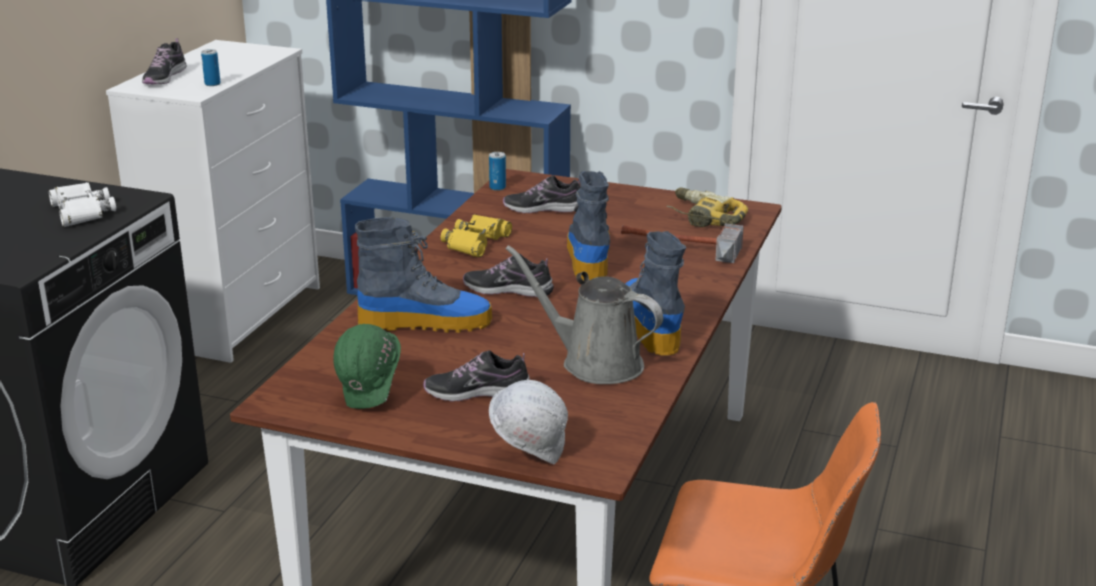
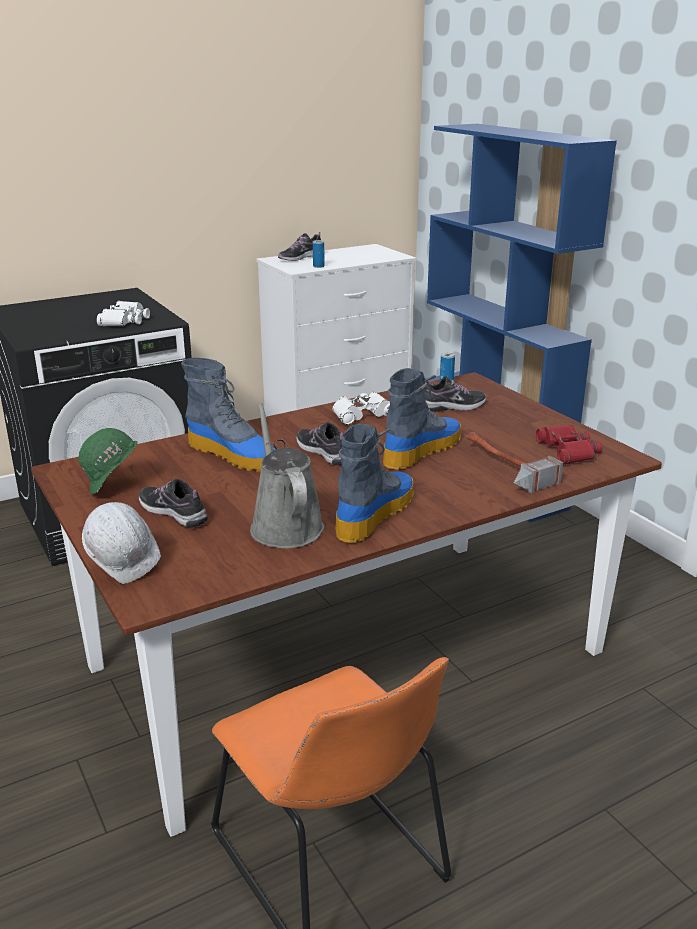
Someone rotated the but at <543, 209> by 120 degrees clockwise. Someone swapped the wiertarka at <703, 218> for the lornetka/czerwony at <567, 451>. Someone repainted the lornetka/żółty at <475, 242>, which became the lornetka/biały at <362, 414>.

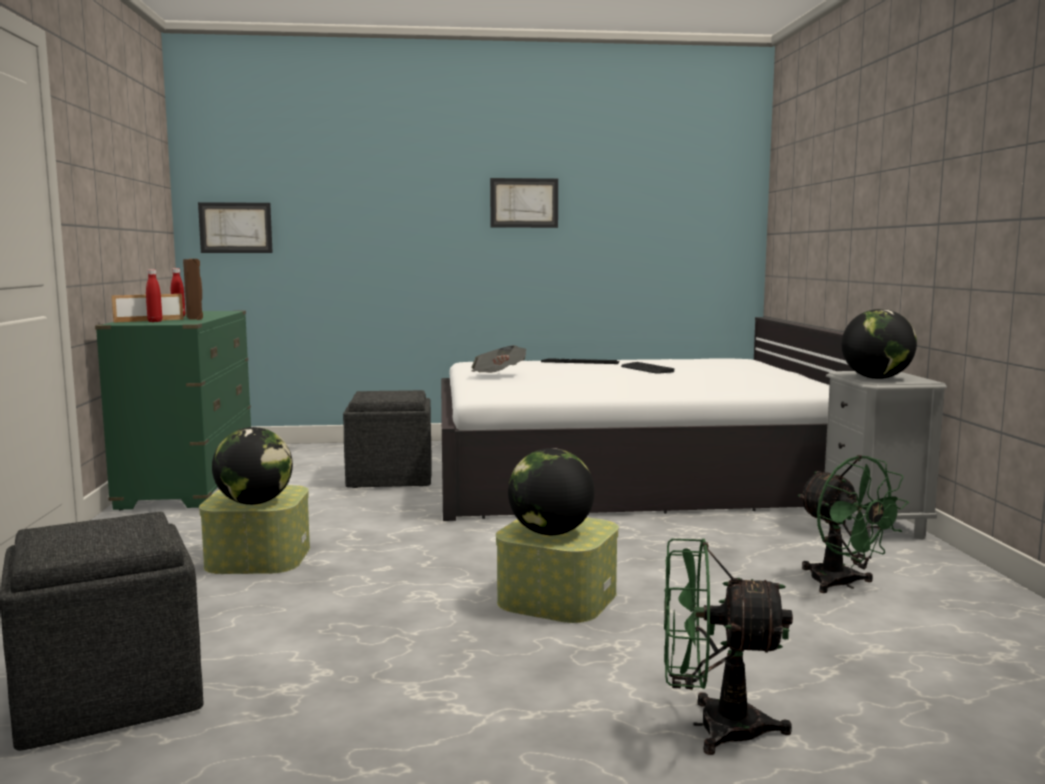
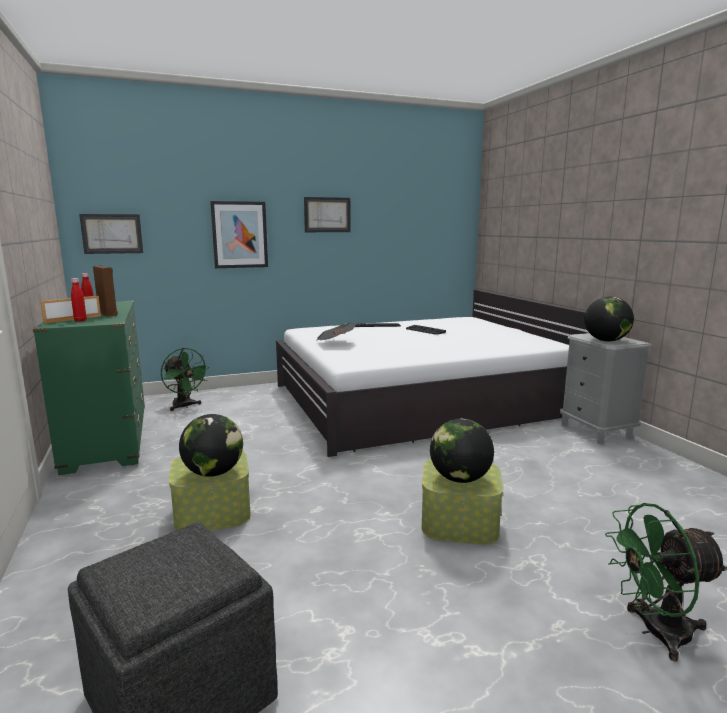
Someone took away the pufa/szary at <391, 478>. Someone carried the wentylator/zielony from <842, 584> to <185, 406>. Someone put up the obraz at <239, 234>.

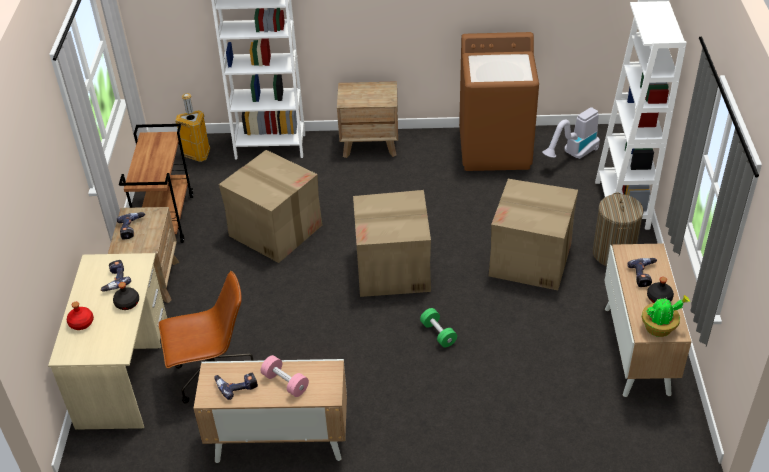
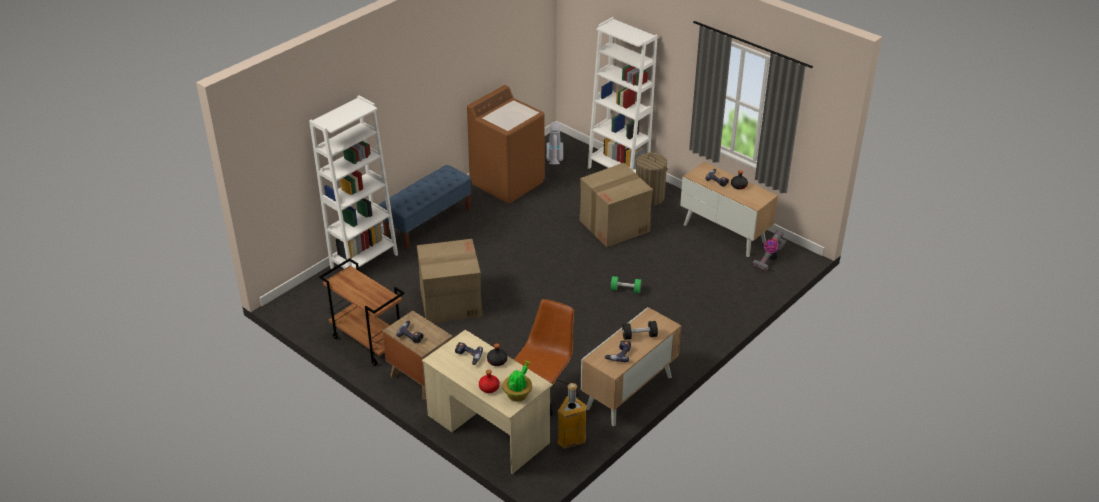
Someone swapped the szafka nocna/brązowy at <370, 144> for the ławka/niebieski at <428, 222>. Someone carried the kosz na śmieci from <197, 154> to <570, 440>. Someone took away the karton at <393, 269>. Someone carried the roślina doniczkowa from <659, 328> to <518, 394>. Someone repainted the hantel/różowy at <285, 383>, which became the hantel/czarny at <639, 336>. Someone put down the odkurzacz at <769, 259>.

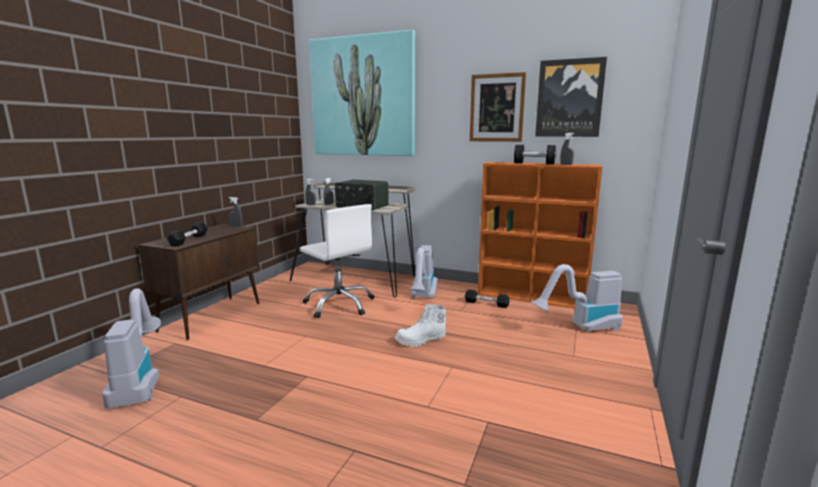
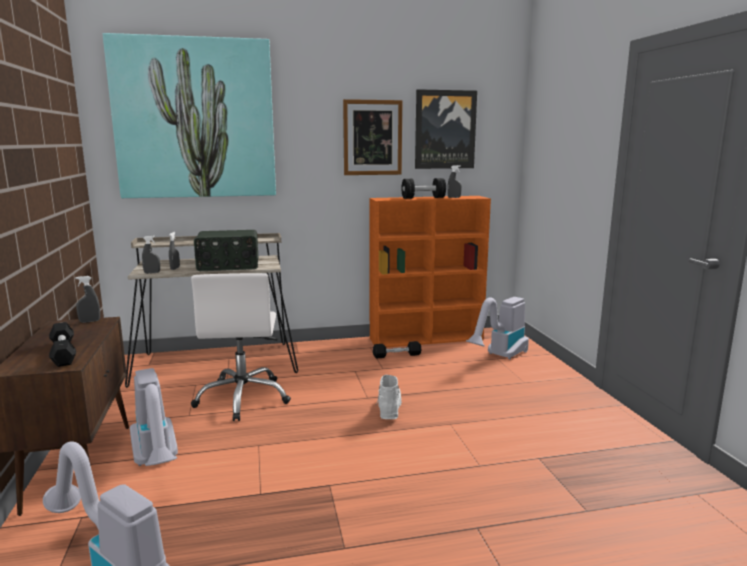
Someone rotated the krzesło biurowe/biały at <339, 304> by 75 degrees clockwise. Someone carried the odkurzacz from <423, 298> to <157, 462>. Someone rotated the but z cholewką/biały at <421, 340> by 150 degrees clockwise.

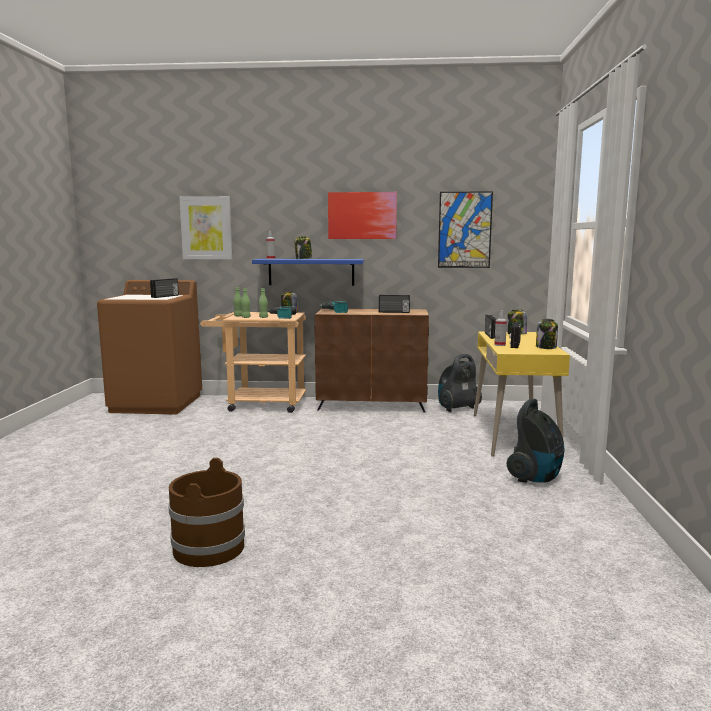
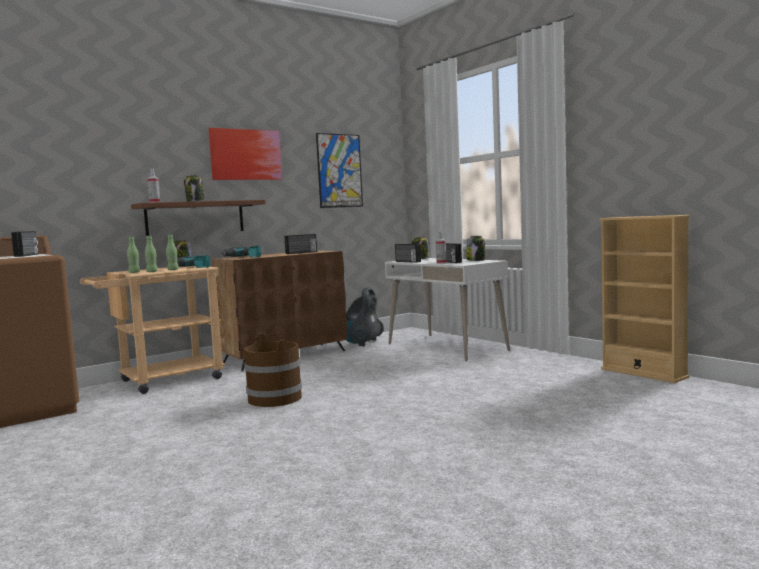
Someone took away the obraz at <206, 228>. Someone repainted the półka/niebieski at <311, 272>, which became the półka/brązowy at <195, 218>. Someone repainted the biurko/żółty at <514, 435>, which became the biurko/biały at <447, 347>. Someone took away the odkurzacz at <536, 477>. Someone carried the wiadro/brązowy from <209, 548> to <275, 398>. Someone put down the regał/beżowy at <643, 373>.

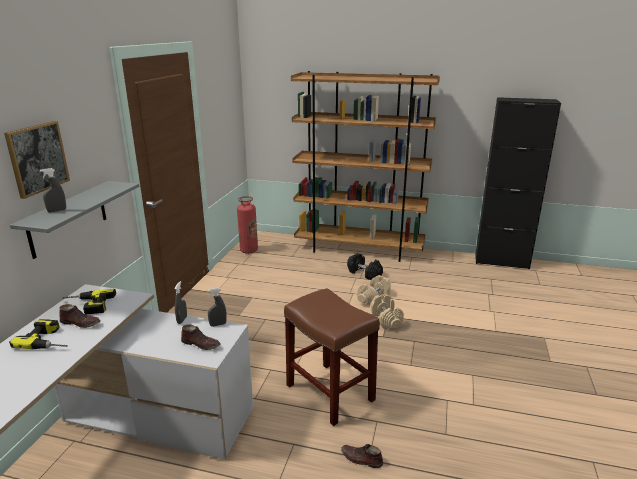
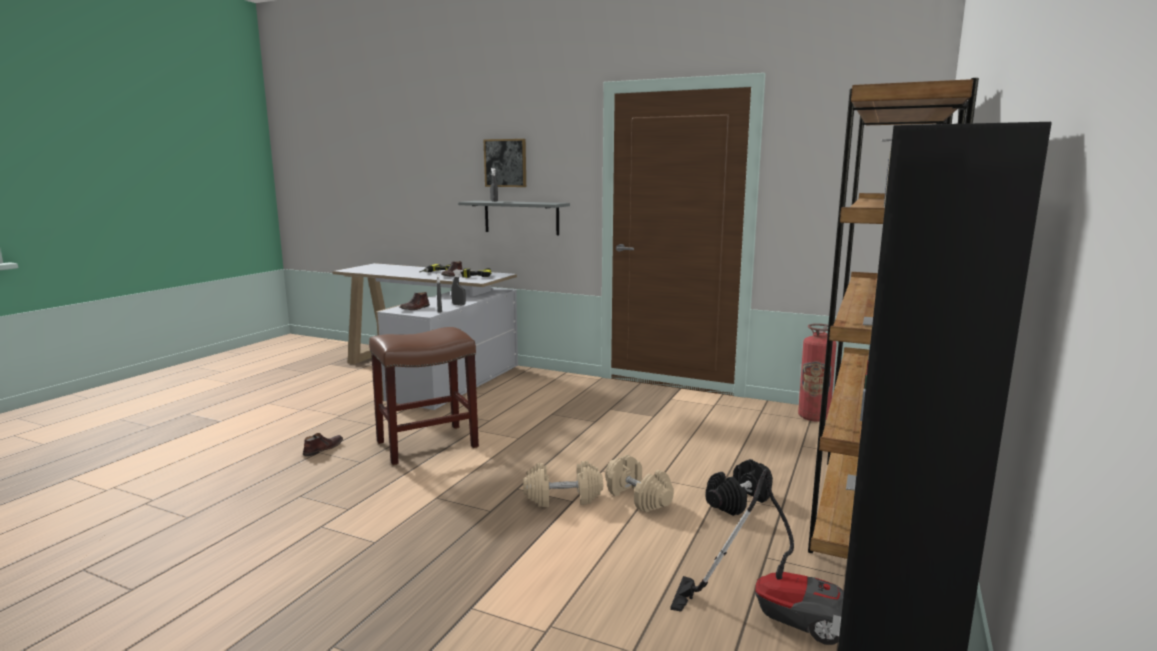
Someone put down the odkurzacz at <774, 611>.

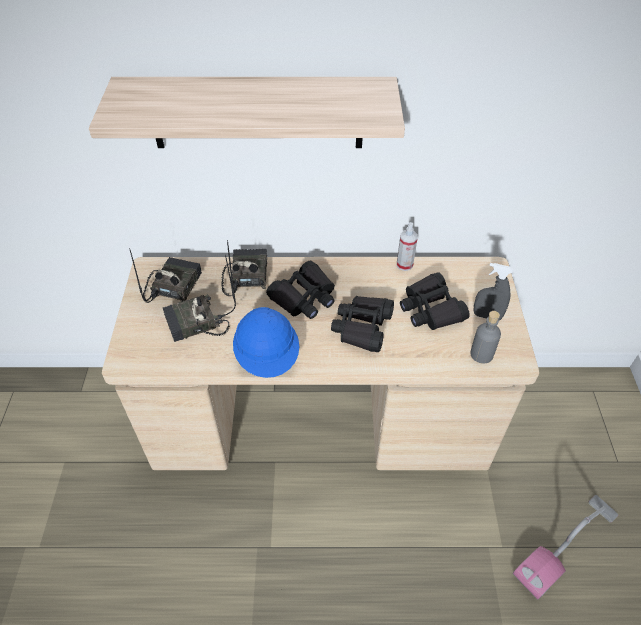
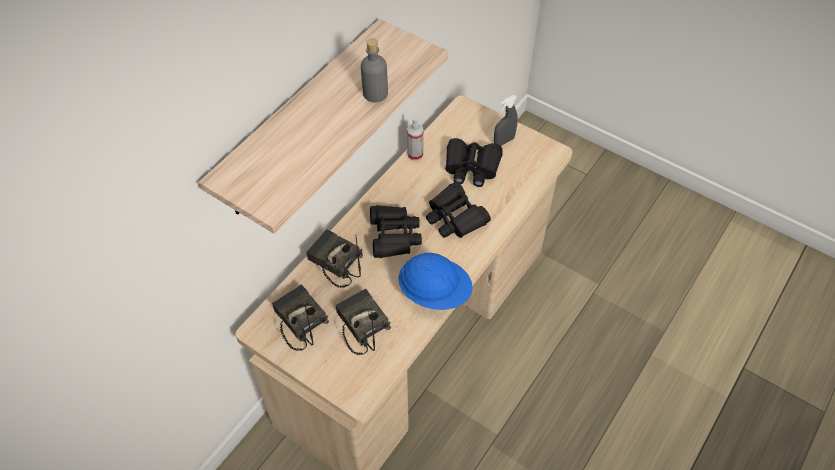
Someone rotated the radio at <196, 325> by 135 degrees clockwise. Someone carried the butelka/szary from <481, 354> to <375, 93>. Someone took away the odkurzacz at <566, 545>.

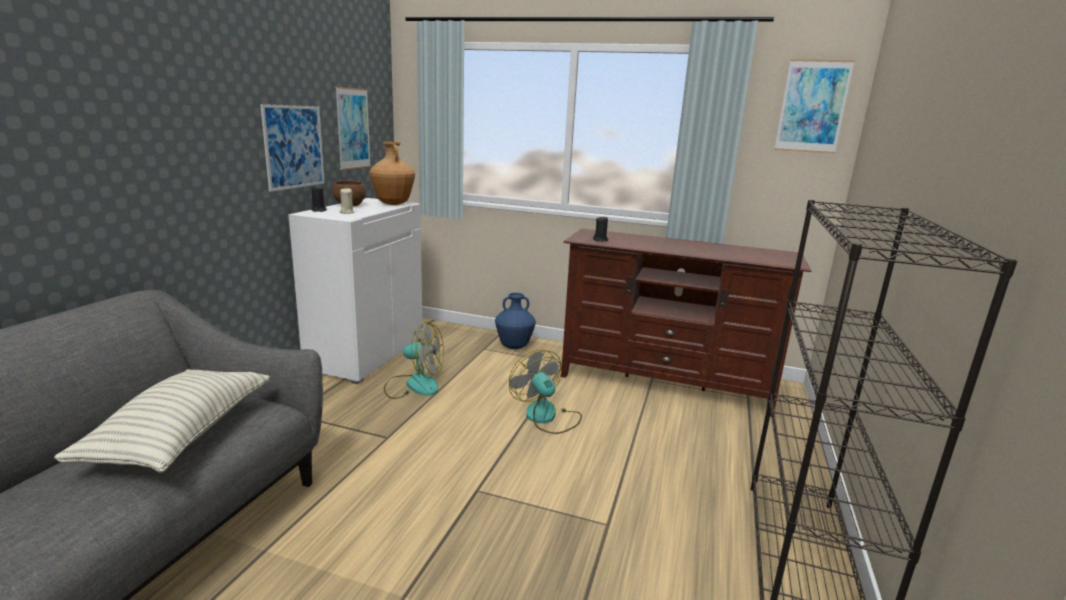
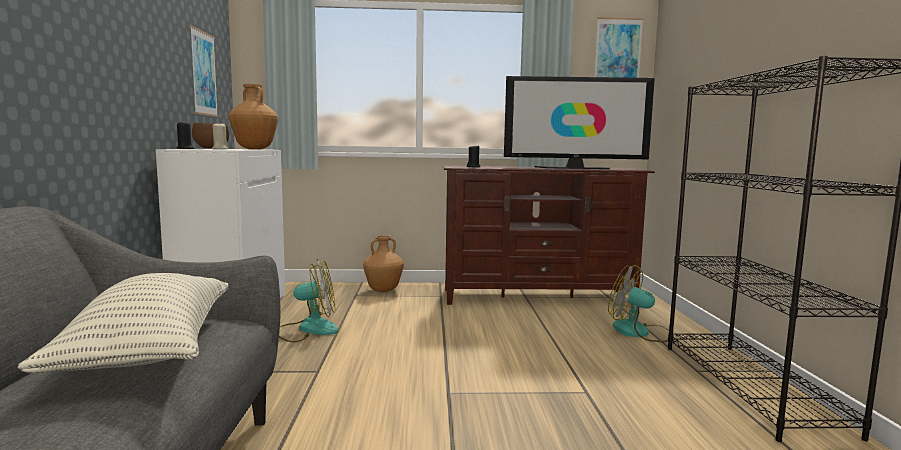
Someone took away the obraz at <294, 147>. Someone repainted the wazon/niebieski at <514, 346>, which became the wazon/brązowy at <383, 290>. Someone carried the wentylator from <546, 417> to <639, 332>. Someone put down the telewizor at <574, 168>.

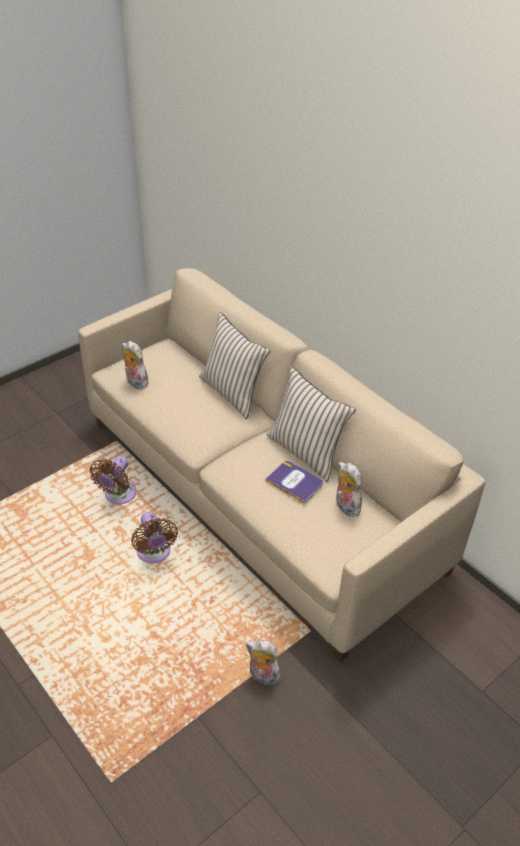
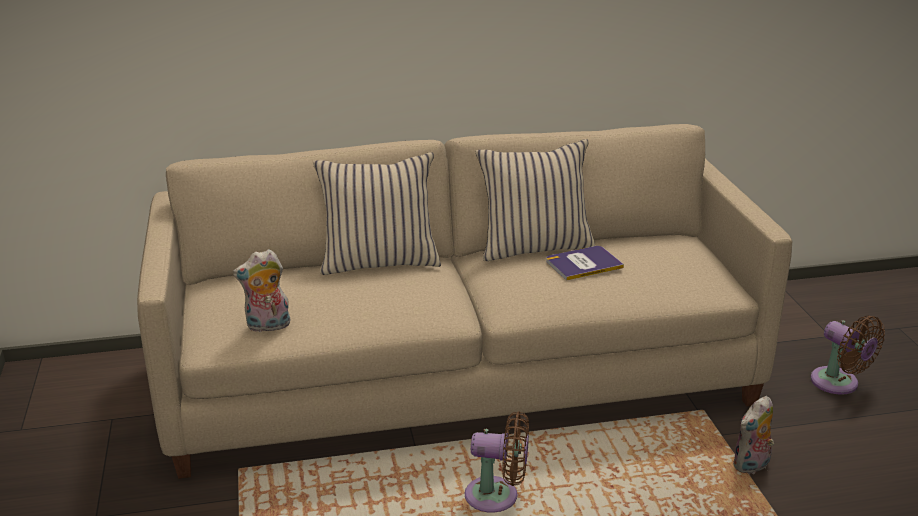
Someone carried the wentylator/brązowy from <118, 496> to <838, 384>. Someone took away the pluszak at <345, 506>.

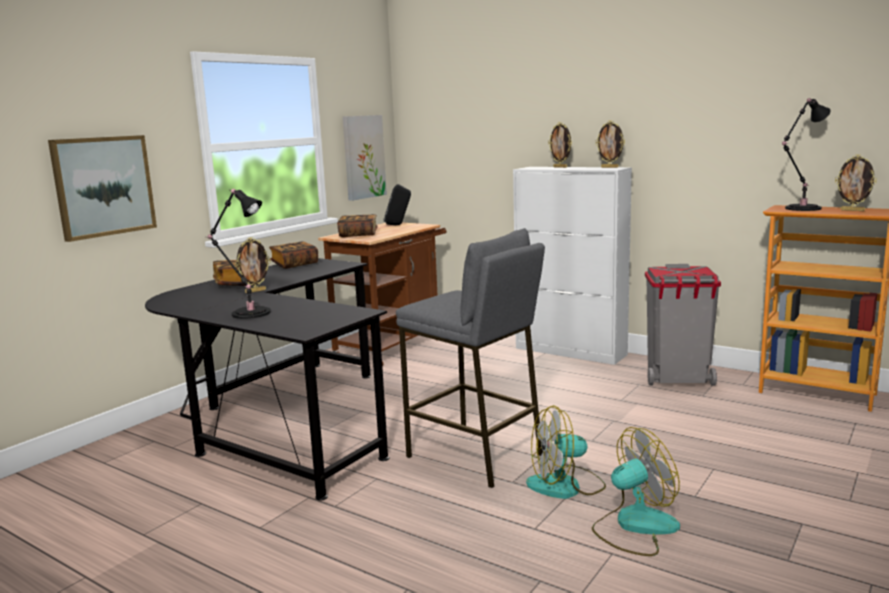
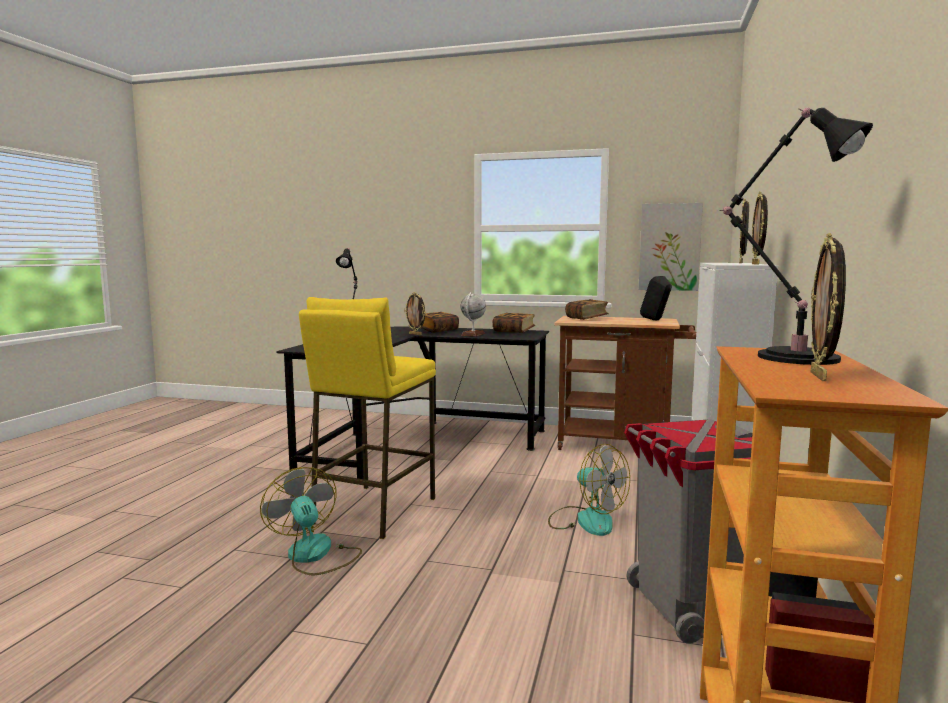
Someone took away the obraz at <103, 186>. Someone repainted the stołek/szary at <475, 456>, which became the stołek/żółty at <373, 511>. Someone carried the wentylator from <634, 526> to <586, 520>. Someone put down the globus at <473, 334>.

